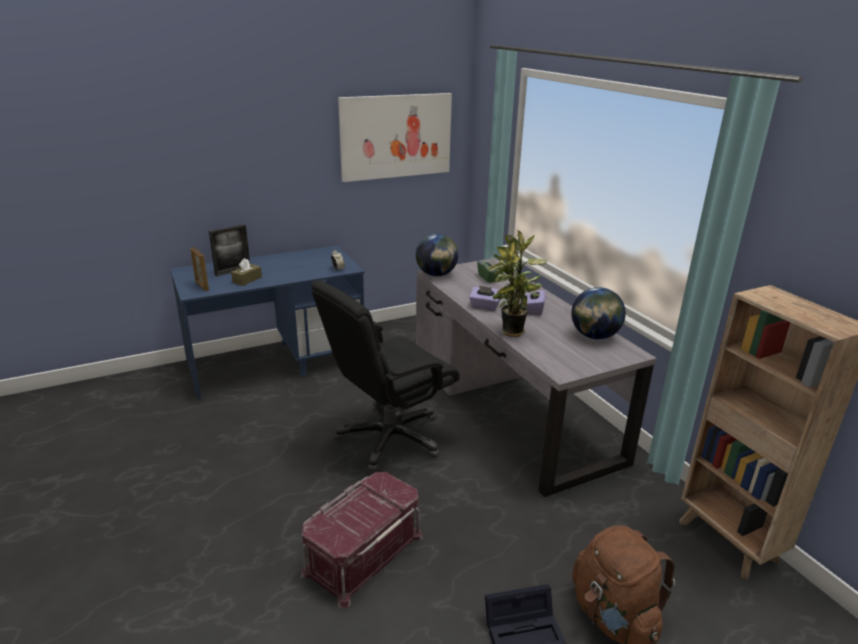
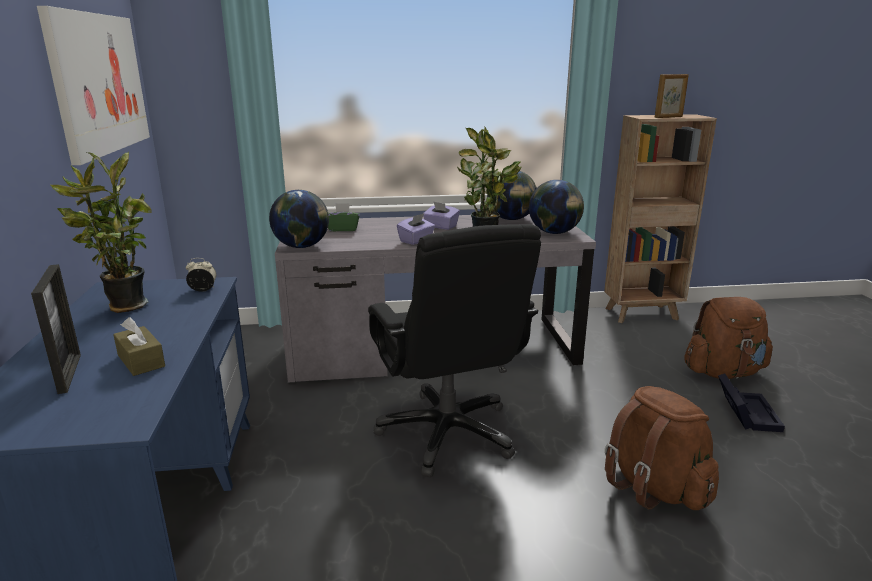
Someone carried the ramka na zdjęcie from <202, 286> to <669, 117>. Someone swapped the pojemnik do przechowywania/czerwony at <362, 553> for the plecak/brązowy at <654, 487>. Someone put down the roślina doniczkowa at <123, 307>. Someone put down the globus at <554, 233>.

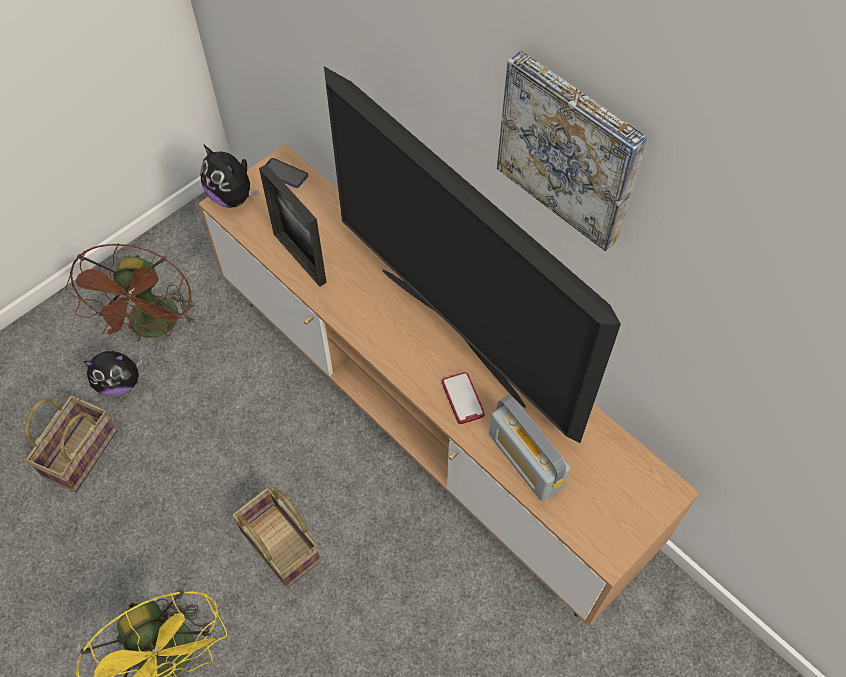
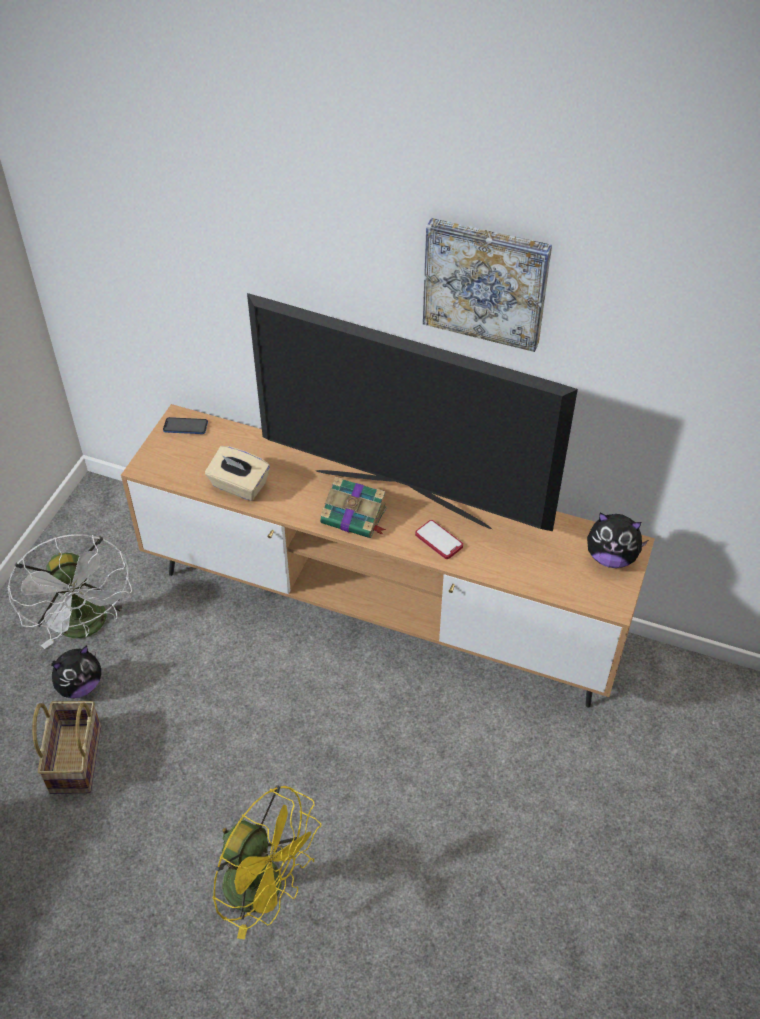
Someone carried the pluszak from <233, 197> to <611, 557>. Someone swapped the ramka na zdjęcie at <299, 258> for the pudełko chusteczek/beżowy at <239, 486>. Someone repainted the wentylator/brązowy at <154, 328>, which became the wentylator/biały at <87, 627>. Someone took away the radio at <526, 460>. Someone took away the koszyk at <283, 546>. Someone put down the książka at <355, 516>.

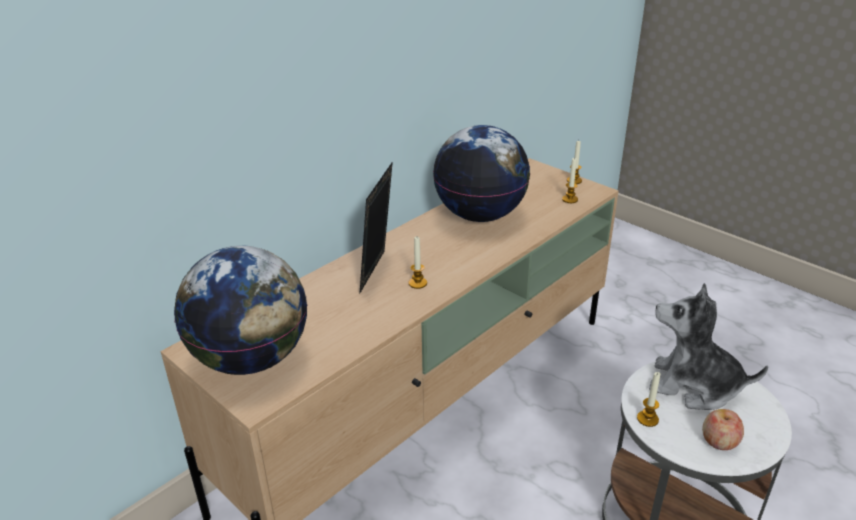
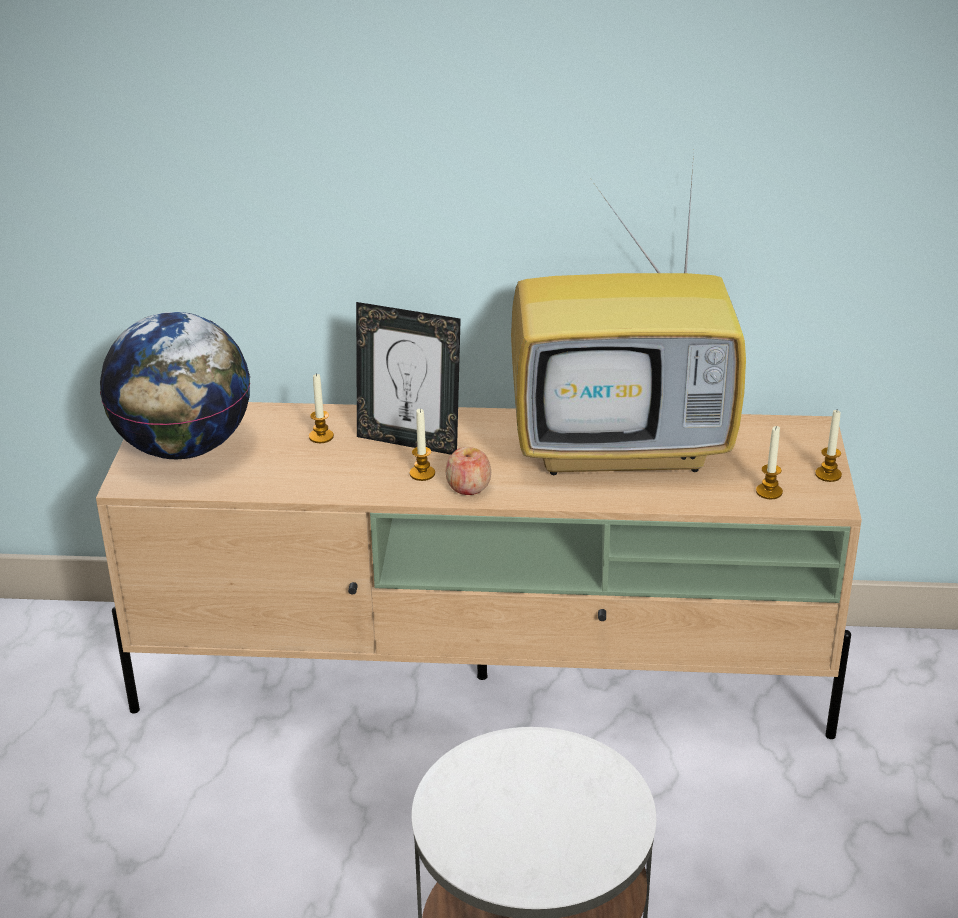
Someone swapped the globus at <480, 215> for the telewizor at <624, 447>. Someone rotated the ramka na zdjęcie at <378, 272> by 135 degrees counterclockwise. Someone took away the pluszak at <693, 386>. Someone carried the świeca from <647, 419> to <321, 436>. Someone carried the jabłko from <719, 440> to <468, 487>.

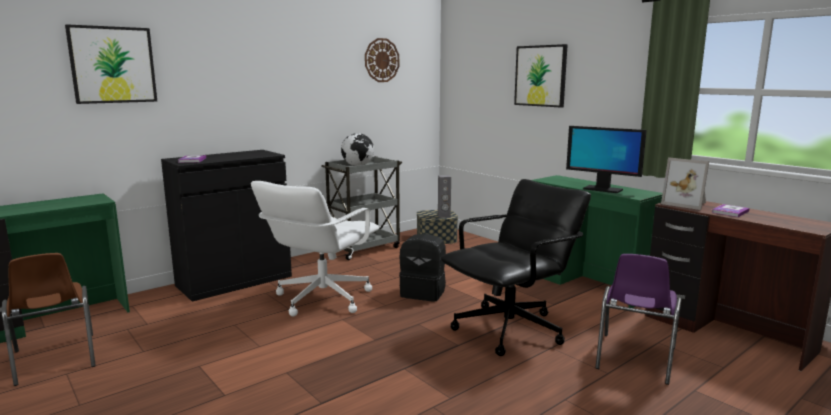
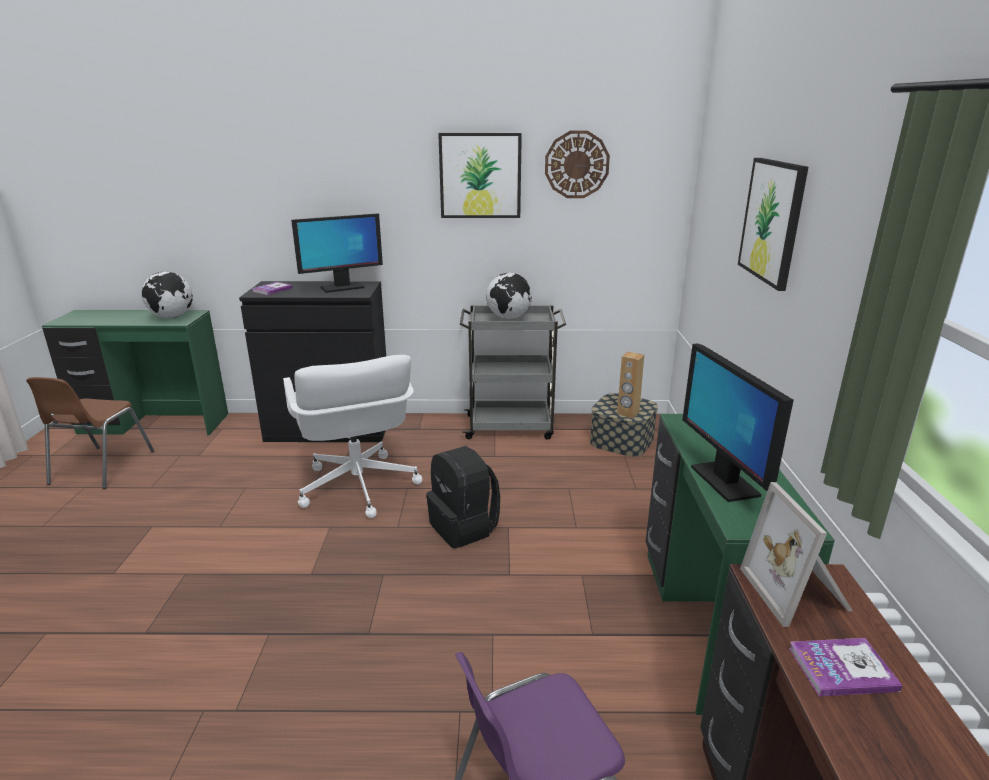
Someone carried the obraz from <113, 65> to <480, 176>. Someone repainted the głośnik/szary at <444, 216>, which became the głośnik/brązowy at <627, 413>. Someone took away the krzesło biurowe/czarny at <510, 330>. Someone rotated the krzesło biurowe/biały at <322, 299> by 90 degrees counterclockwise. Someone put down the monitor at <342, 288>. Someone put down the globus at <172, 317>.

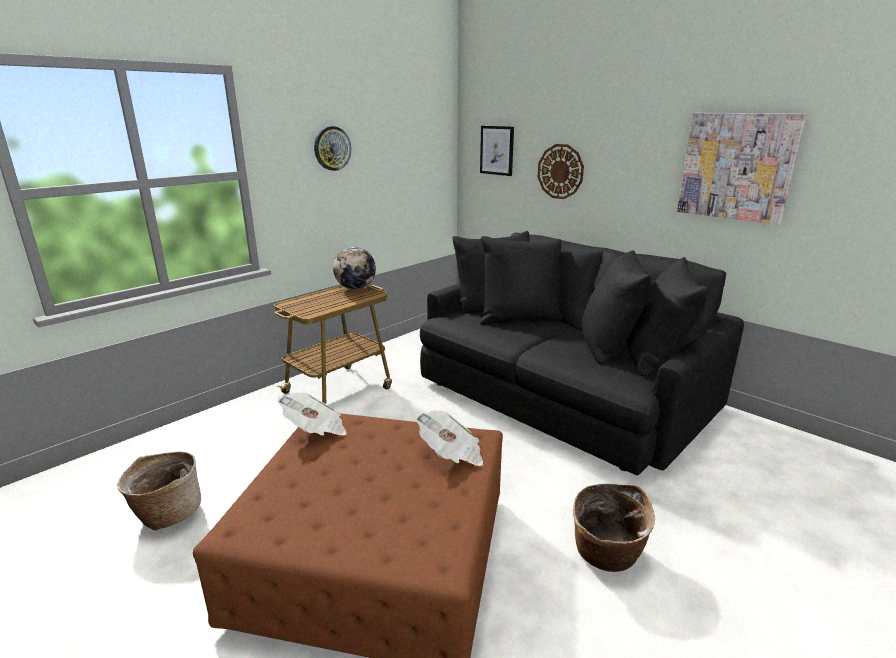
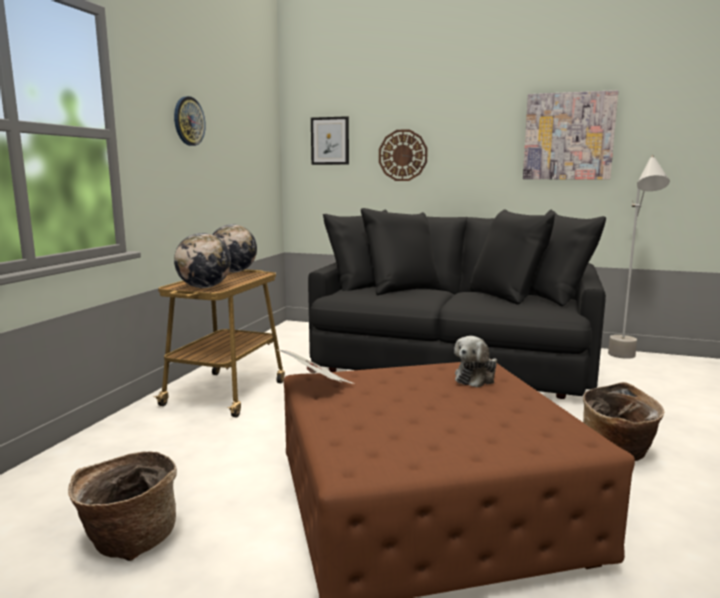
Someone swapped the gazeta at <451, 454> for the pluszak at <476, 378>. Someone put down the lampa stojąca/szary at <626, 361>. Someone put down the globus at <204, 287>.

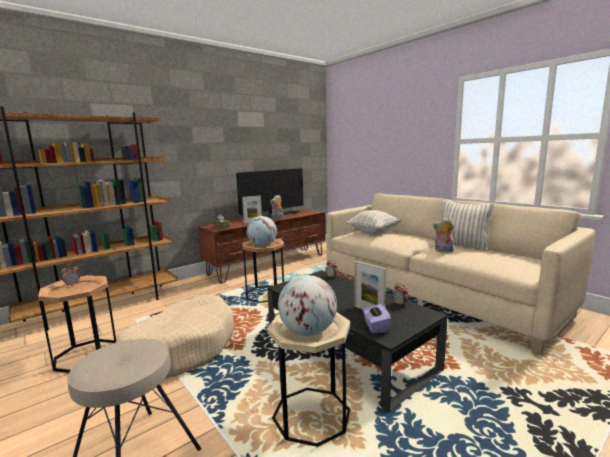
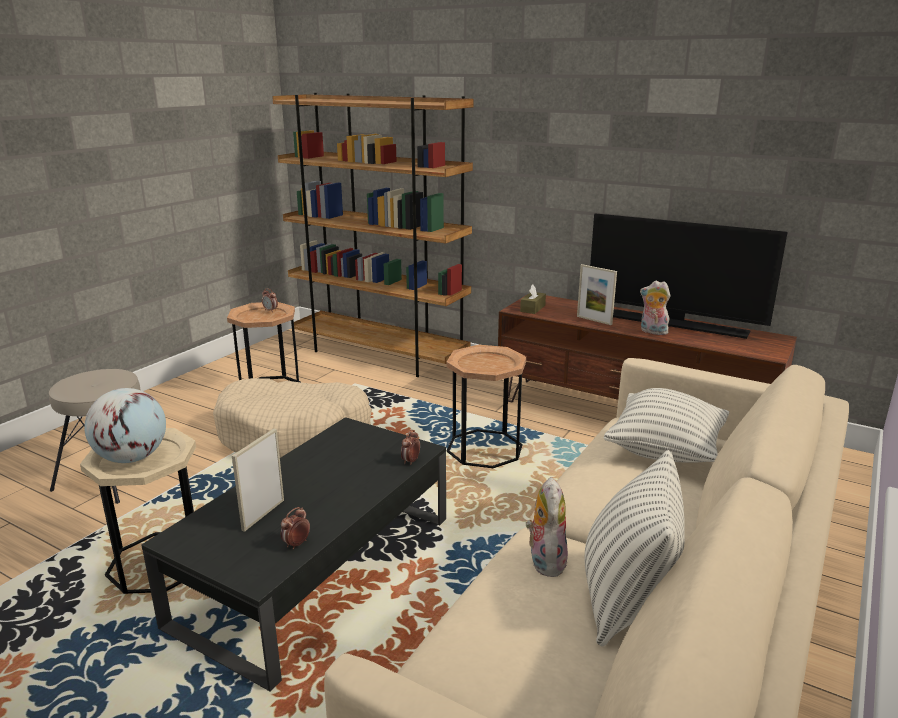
Someone took away the globus at <262, 245>. Someone took away the pudełko chusteczek/fioletowy at <375, 327>.

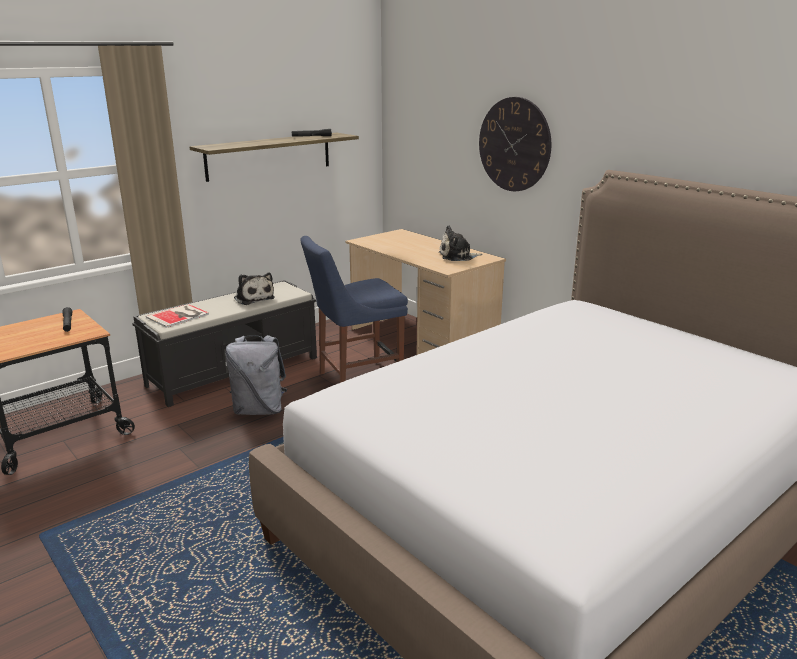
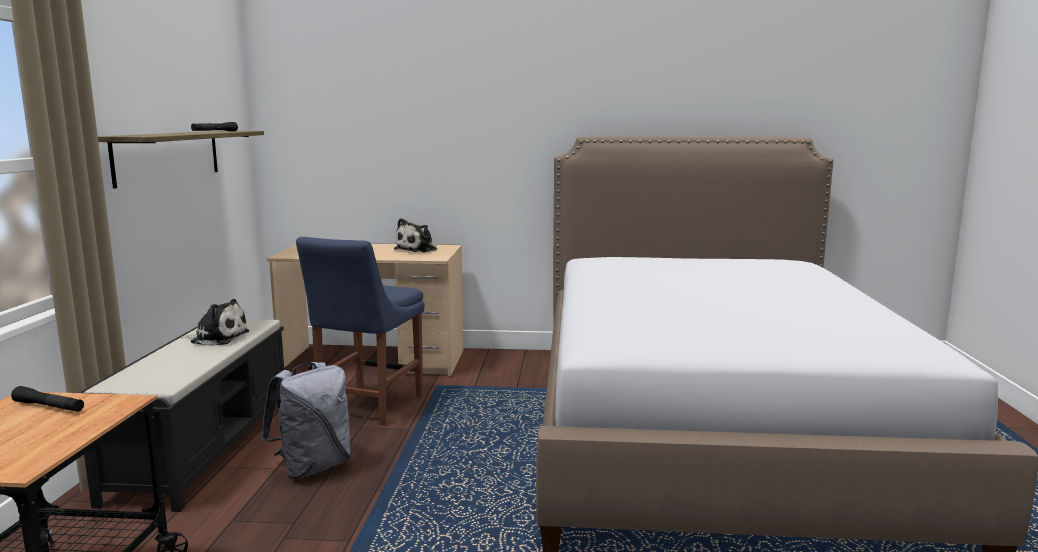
Someone took away the zegar ścienny at <514, 144>. Someone took away the książka at <179, 316>.

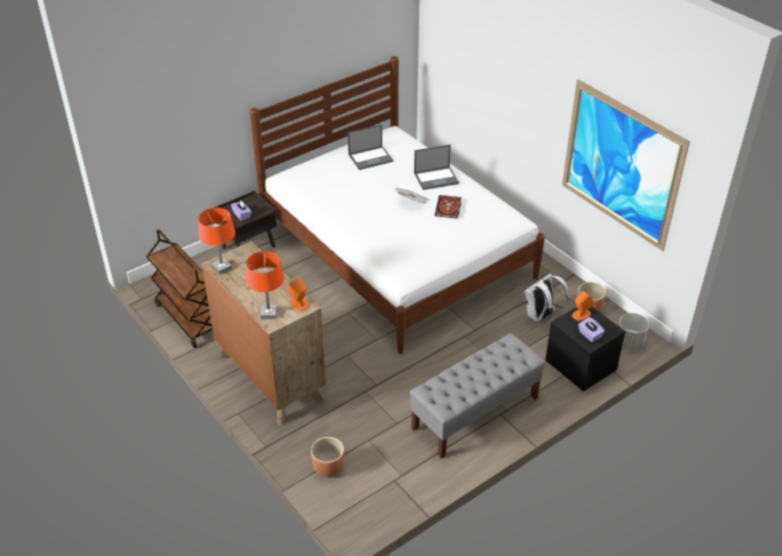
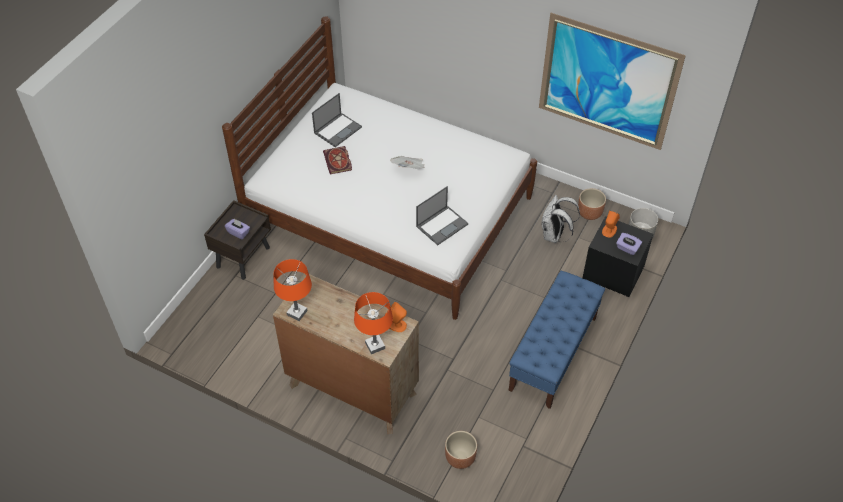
Someone carried the laptop from <436, 178> to <442, 225>. Someone carried the książka from <448, 208> to <338, 162>. Someone took away the wózek/brązowy at <188, 318>. Someone repainted the ławka/szary at <475, 413>, which became the ławka/niebieski at <553, 354>.

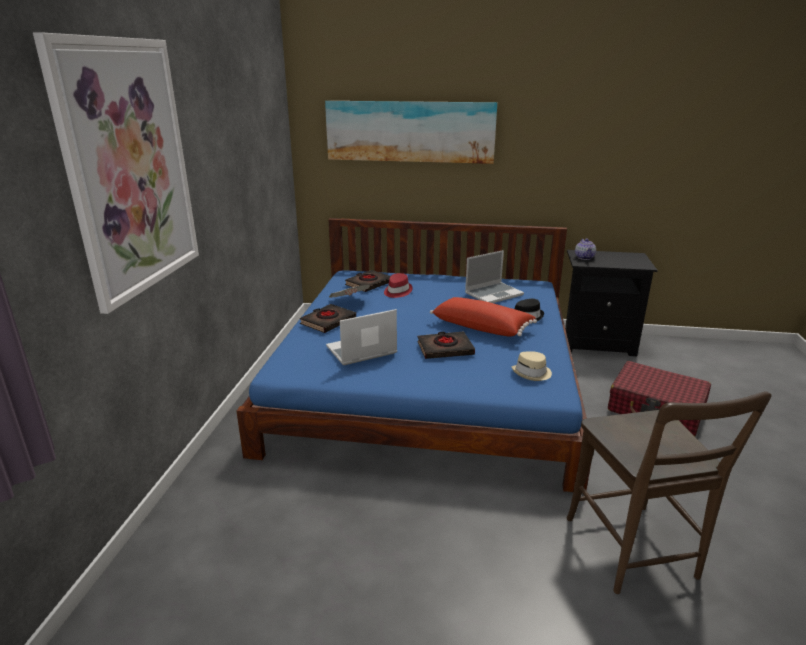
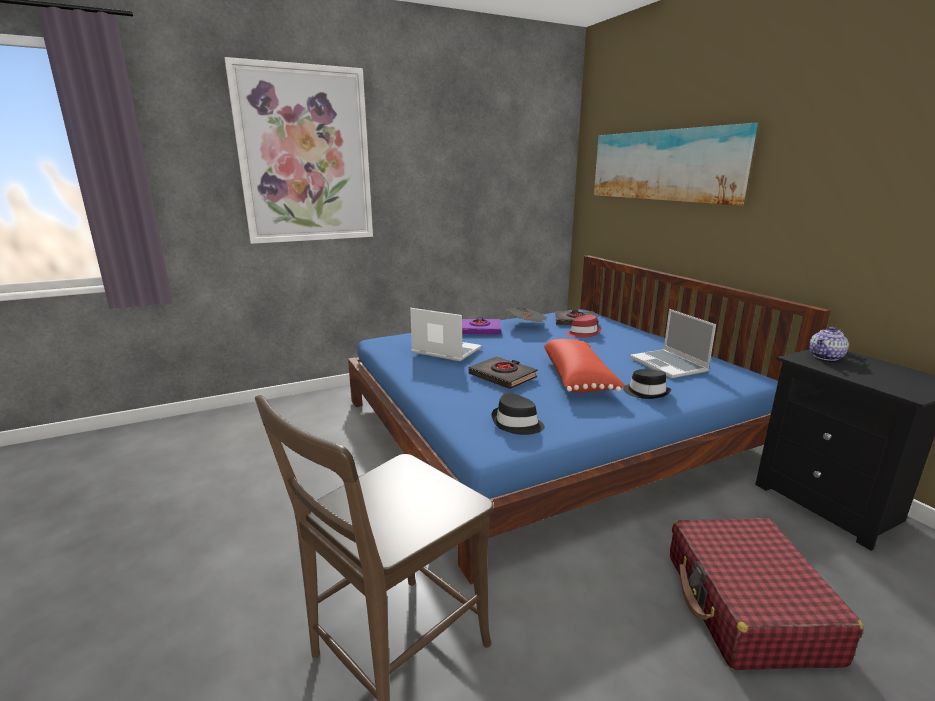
Someone rotated the laptop at <494, 294> by 45 degrees clockwise. Someone repainted the książka/czarny at <328, 322>, which became the książka/fioletowy at <479, 330>. Someone repainted the kapelusz/beżowy at <532, 373>, which became the kapelusz/czarny at <517, 424>.

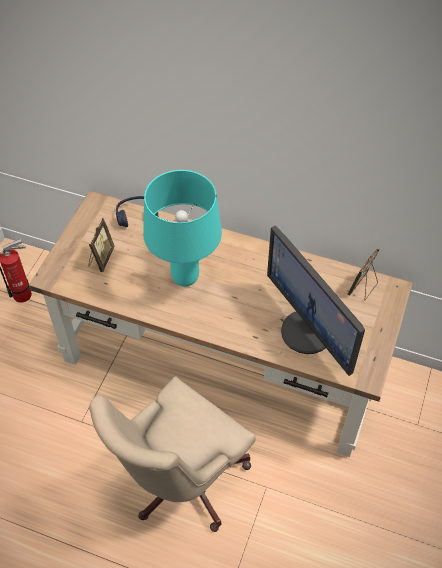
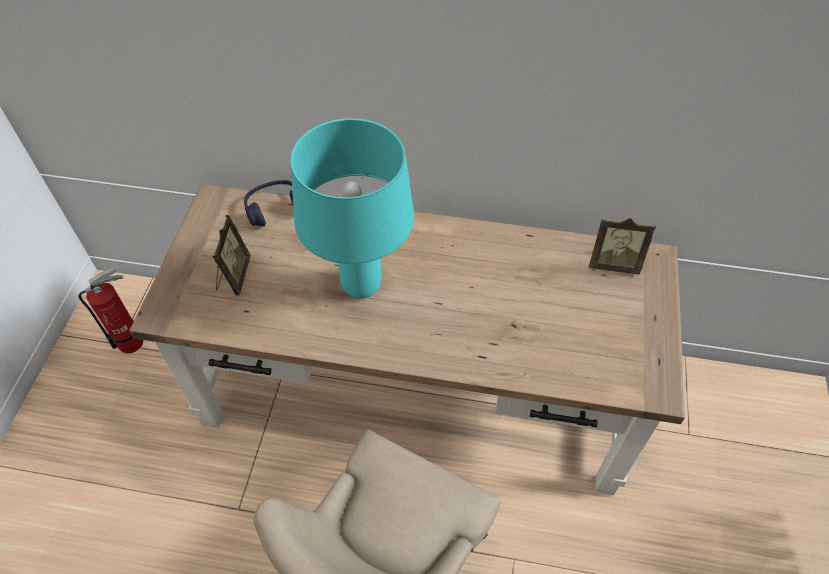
Someone took away the monitor at <308, 331>. Someone rotated the ramka na zdjęcie at <363, 288> by 105 degrees counterclockwise.

